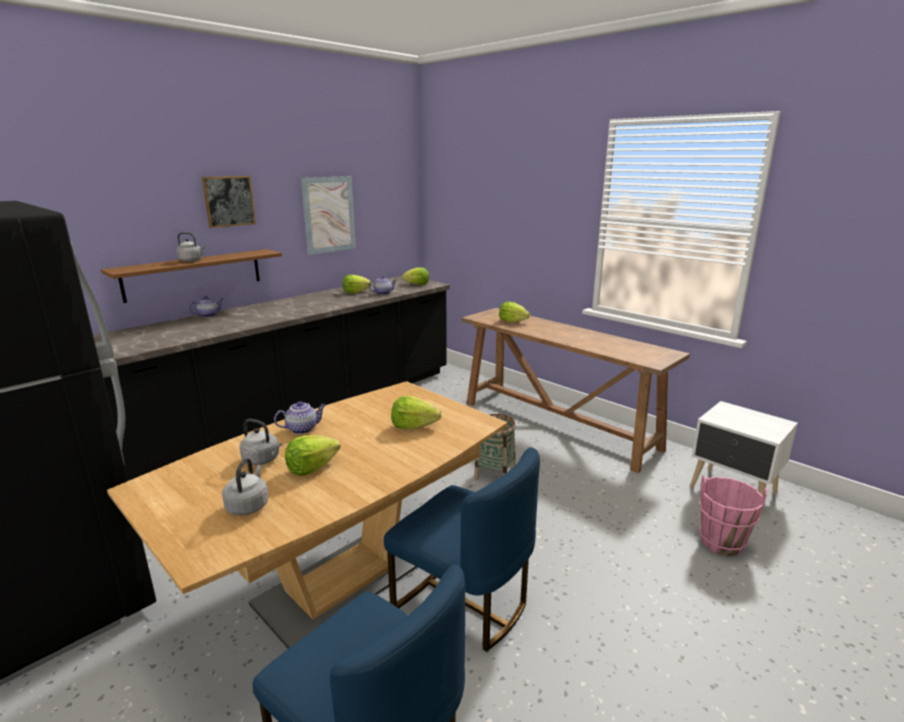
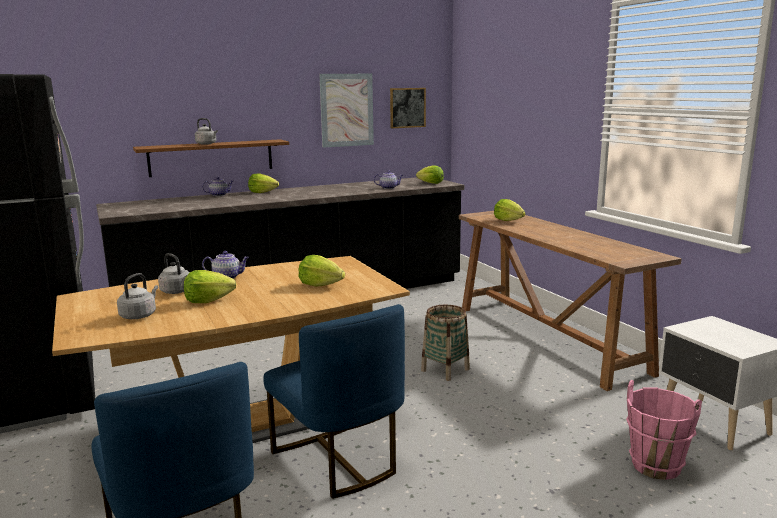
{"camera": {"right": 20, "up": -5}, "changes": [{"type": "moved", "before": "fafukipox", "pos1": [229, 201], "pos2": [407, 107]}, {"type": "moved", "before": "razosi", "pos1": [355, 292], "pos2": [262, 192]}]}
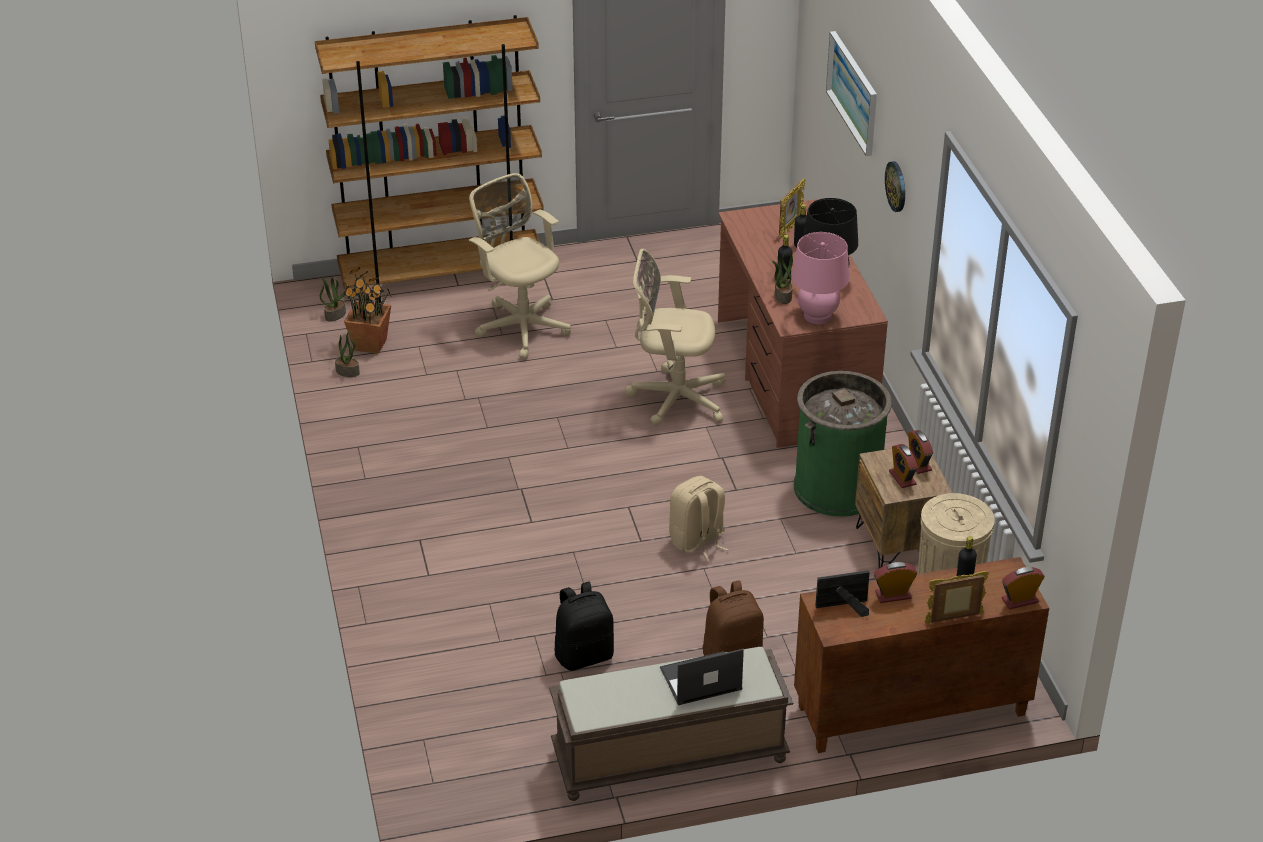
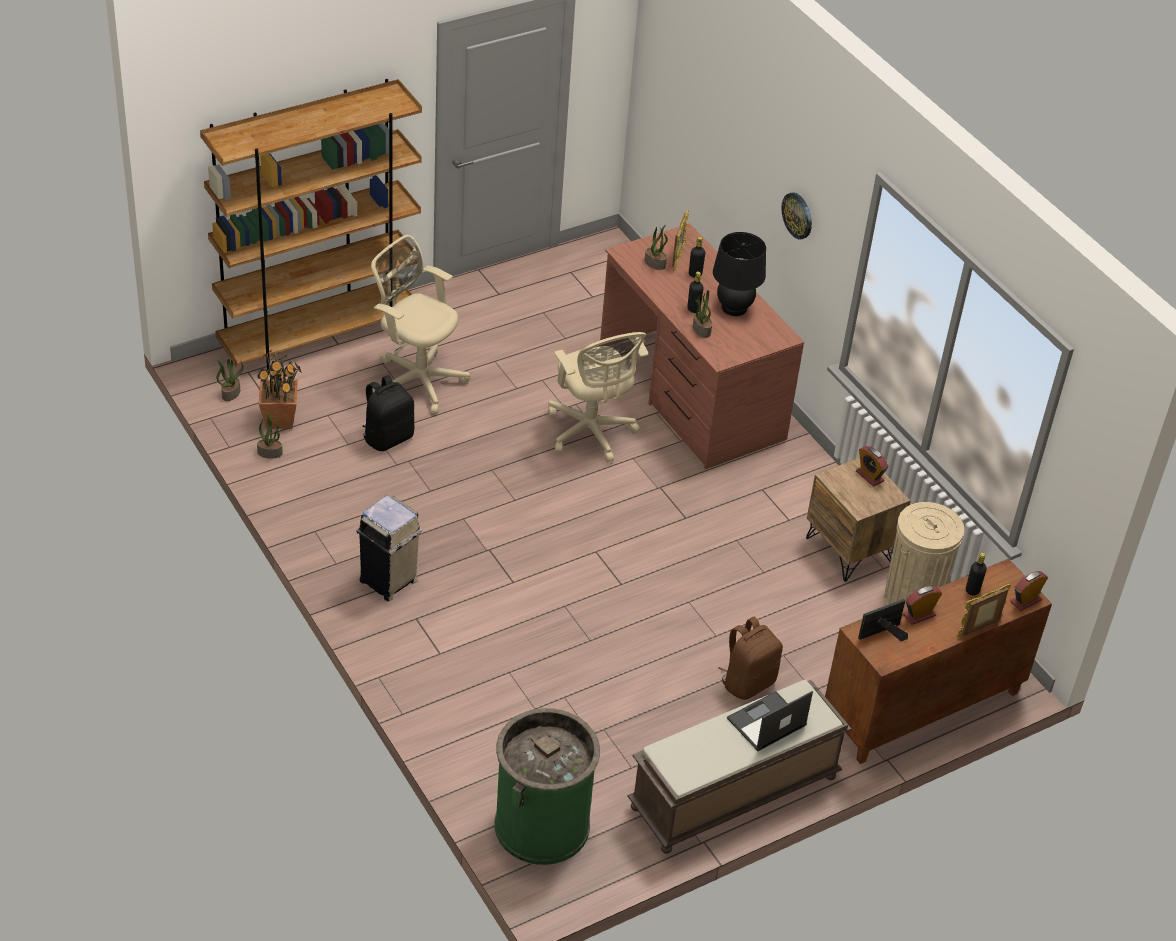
{"camera": {"right": -20, "up": 5}, "changes": [{"type": "removed", "before": "fafukipox", "pos1": [853, 92]}, {"type": "removed", "before": "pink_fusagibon", "pos1": [817, 316]}, {"type": "turned", "before": "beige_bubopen", "pos1": [673, 398], "pos2": [591, 433], "turn": -105}, {"type": "moved", "before": "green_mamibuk", "pos1": [837, 487], "pos2": [541, 825]}, {"type": "removed", "before": "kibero", "pos1": [902, 478]}, {"type": "removed", "before": "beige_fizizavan", "pos1": [698, 541]}, {"type": "moved", "before": "black_fizizavan", "pos1": [584, 655], "pos2": [388, 437]}, {"type": "added", "after": "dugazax", "pos2": [655, 263]}, {"type": "added", "after": "beige_mamibuk", "pos2": [389, 581]}]}
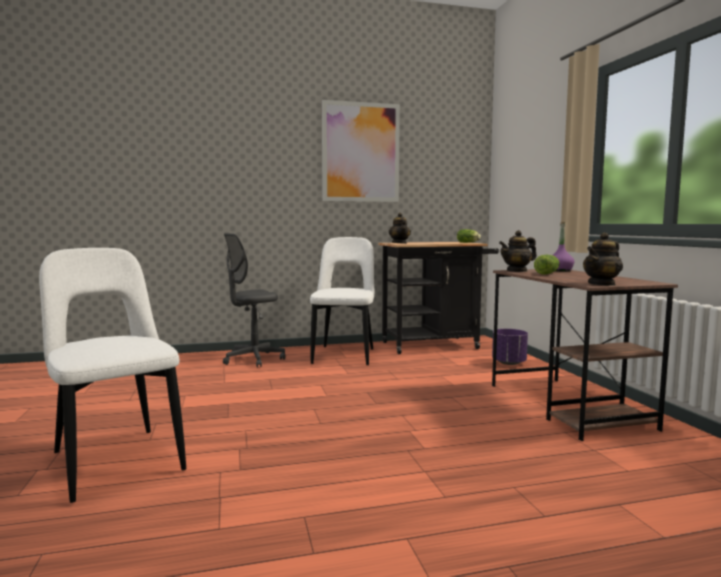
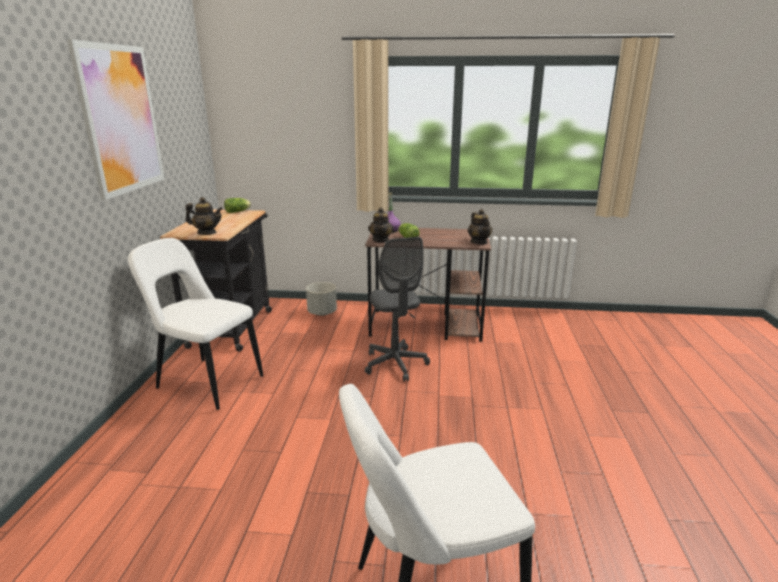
{"camera": {"right": -70, "up": 15}, "changes": [{"type": "moved", "before": "grey_bubopen", "pos1": [253, 359], "pos2": [395, 364]}, {"type": "recoloured", "before": "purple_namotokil", "after": "grey_namotokil", "pos1": [509, 363], "pos2": [322, 313]}]}
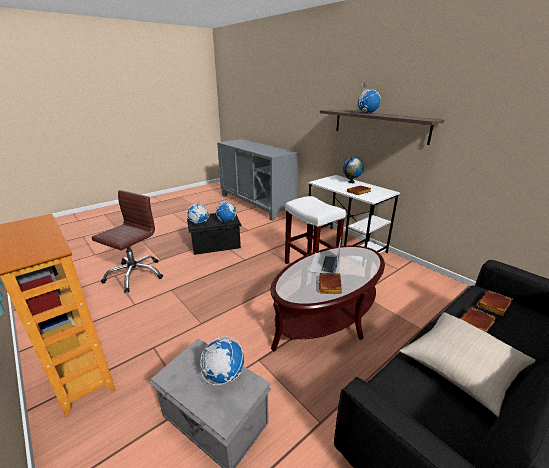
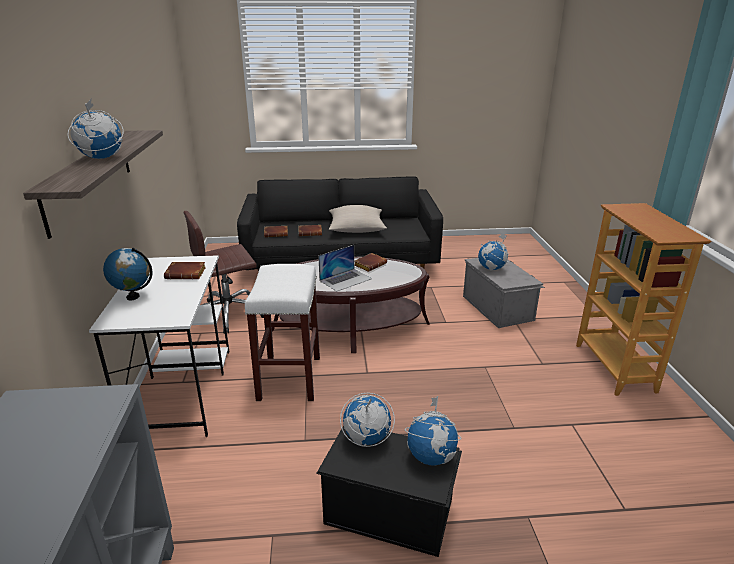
{"camera": {"right": -145, "up": 0}, "changes": [{"type": "moved", "before": "brown_bubopen", "pos1": [134, 275], "pos2": [228, 314]}]}
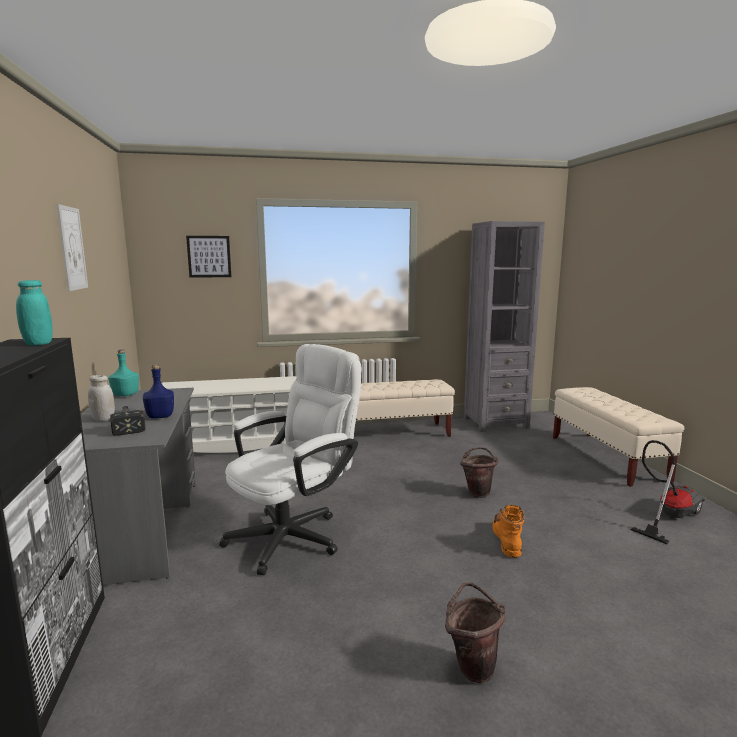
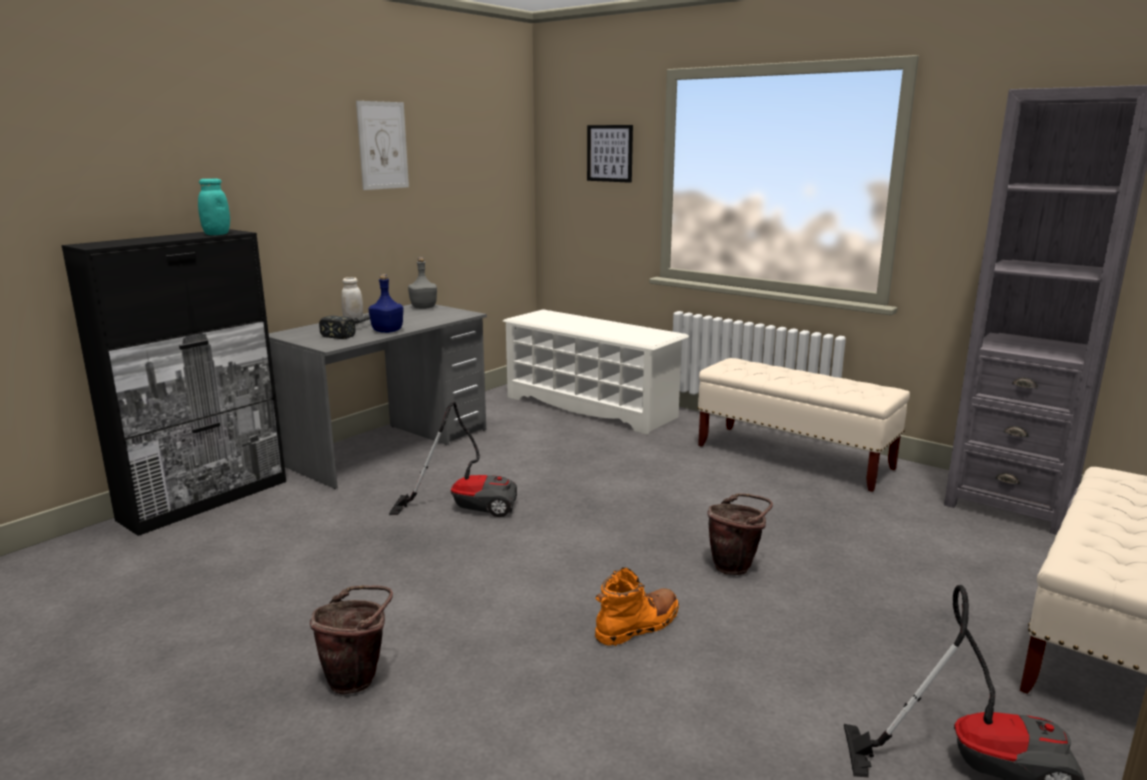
{"camera": {"right": 50, "up": 5}, "changes": [{"type": "replaced", "before": "white_bubopen", "after": "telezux", "pos1": [294, 534], "pos2": [467, 505]}, {"type": "recoloured", "before": "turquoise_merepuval", "after": "grey_merepuval", "pos1": [125, 395], "pos2": [423, 307]}]}
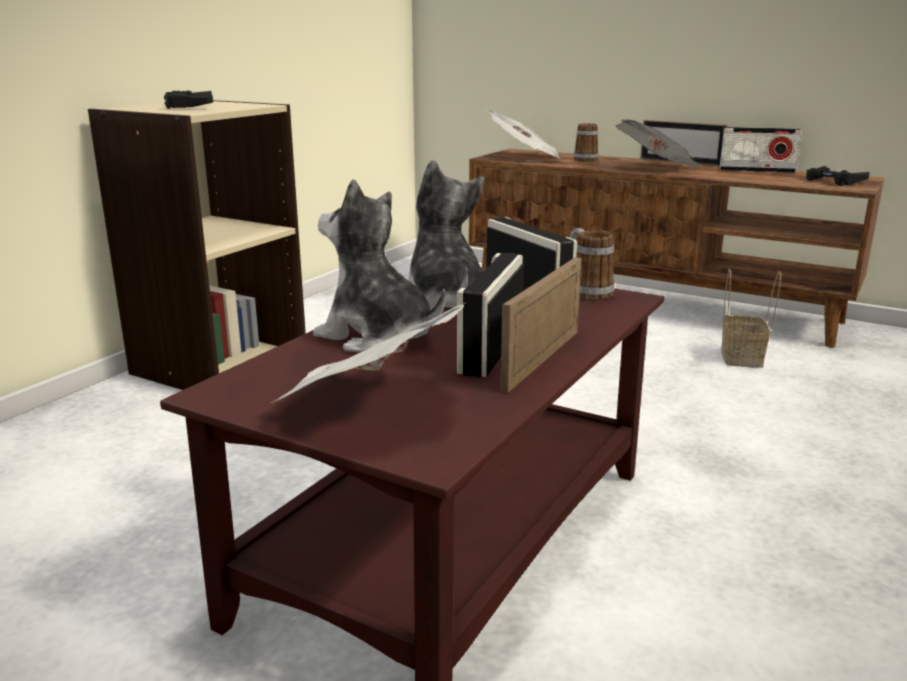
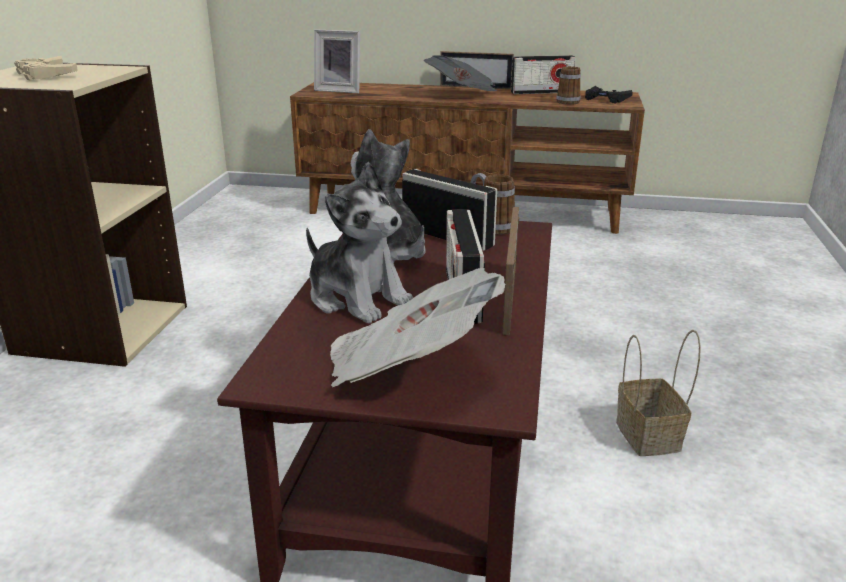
{"camera": {"right": -20, "up": 5}, "changes": [{"type": "recoloured", "before": "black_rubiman", "after": "beige_rubiman", "pos1": [189, 106], "pos2": [46, 74]}, {"type": "replaced", "before": "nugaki", "after": "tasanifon", "pos1": [525, 157], "pos2": [339, 90]}, {"type": "moved", "before": "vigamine", "pos1": [587, 159], "pos2": [567, 101]}, {"type": "turned", "before": "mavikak", "pos1": [377, 337], "pos2": [357, 298], "turn": -150}, {"type": "moved", "before": "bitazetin", "pos1": [742, 358], "pos2": [650, 437]}]}
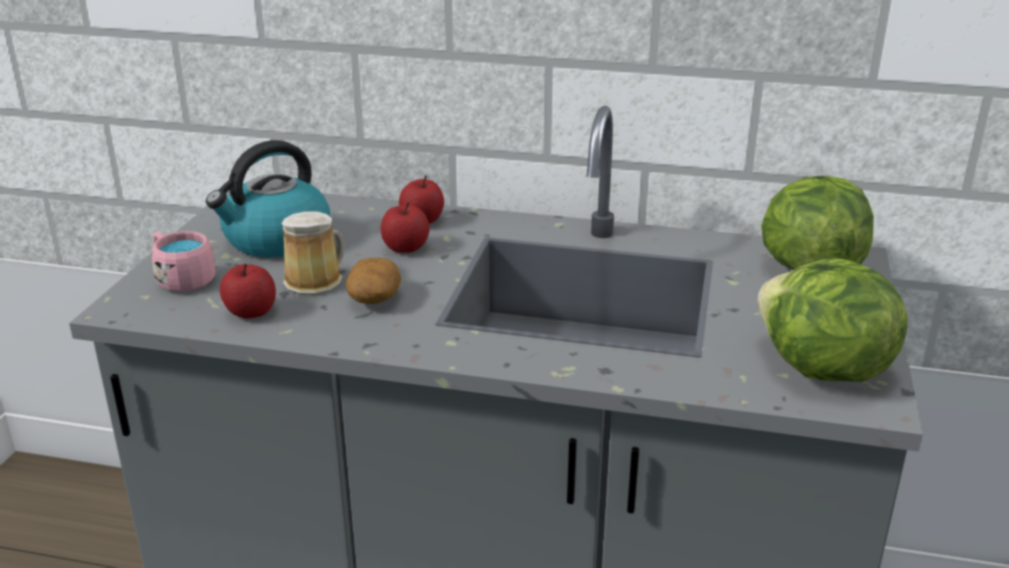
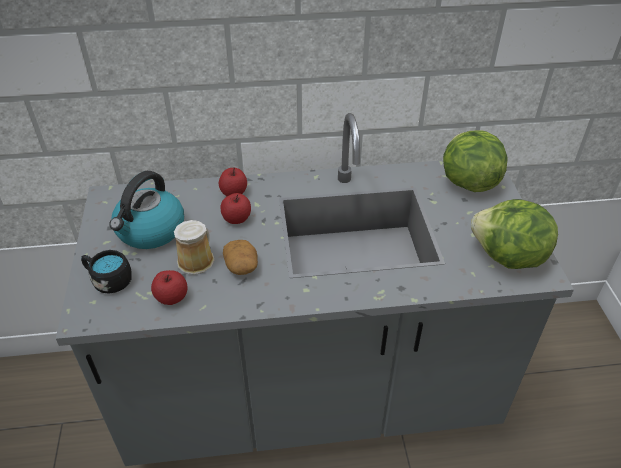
{"camera": {"right": -20, "up": 15}, "changes": [{"type": "recoloured", "before": "pink_vigamine", "after": "black_vigamine", "pos1": [182, 278], "pos2": [108, 280]}]}
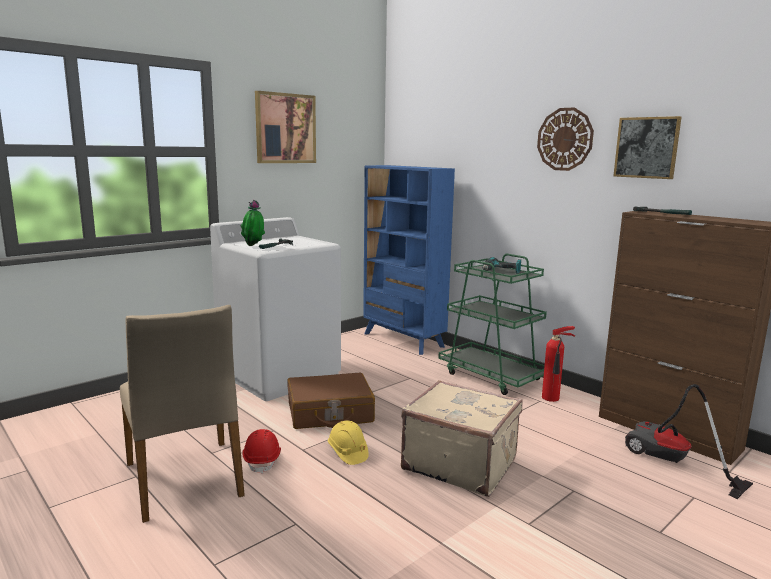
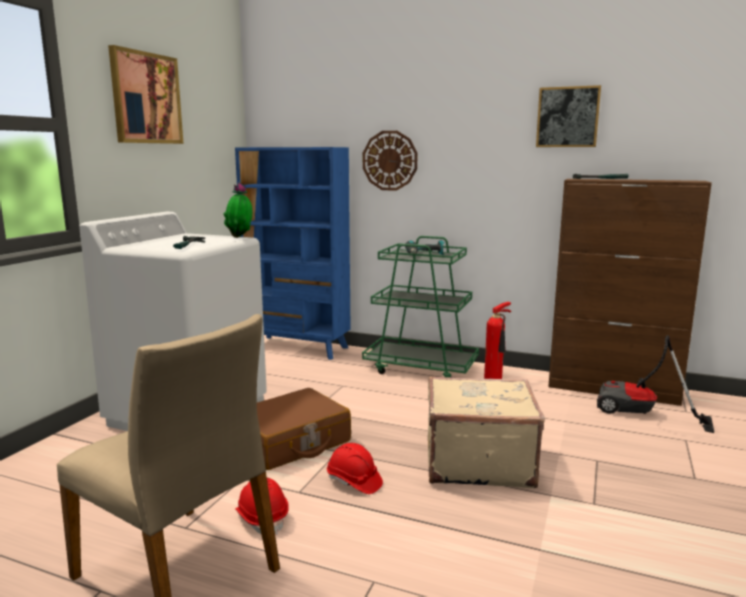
{"camera": {"right": -25, "up": 0}, "changes": [{"type": "moved", "before": "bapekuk", "pos1": [565, 139], "pos2": [390, 160]}, {"type": "moved", "before": "dugazax", "pos1": [253, 246], "pos2": [240, 237]}, {"type": "recoloured", "before": "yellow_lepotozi", "after": "red_lepotozi", "pos1": [347, 453], "pos2": [354, 481]}]}
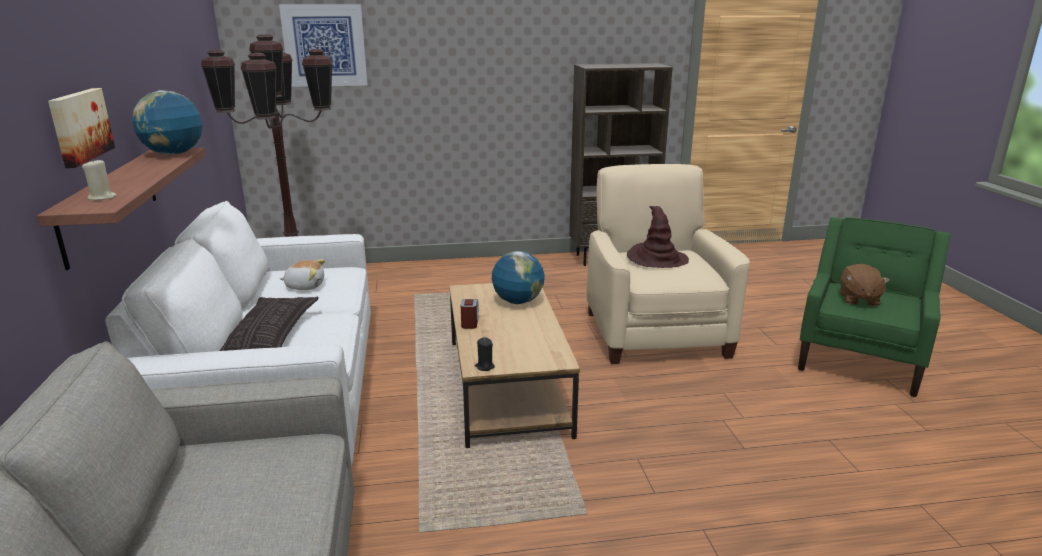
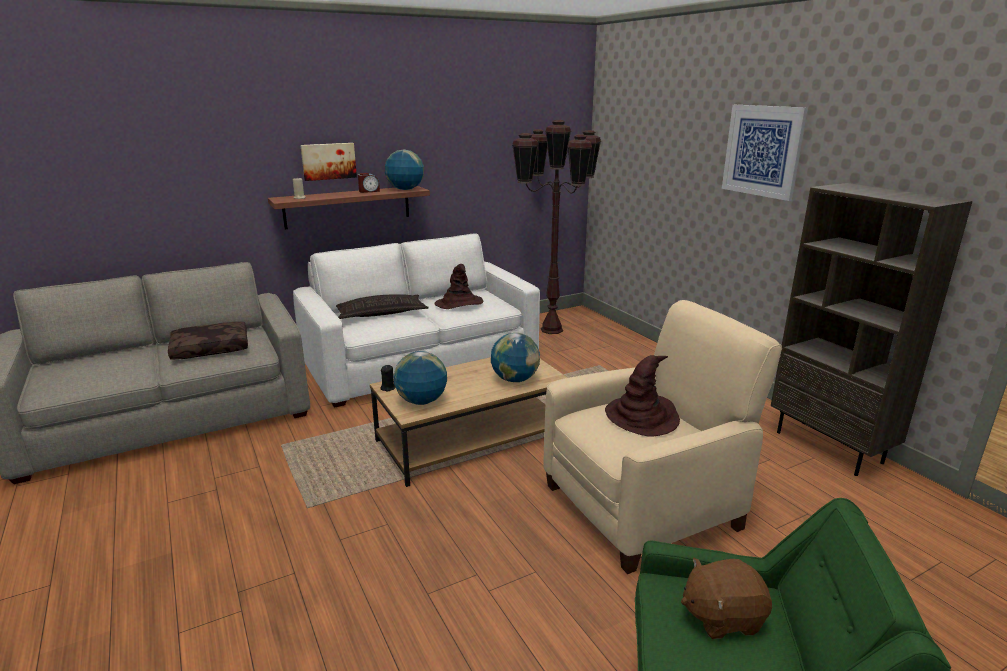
{"camera": {"right": 70, "up": 0}, "changes": [{"type": "moved", "before": "fafukipox", "pos1": [324, 45], "pos2": [762, 151]}, {"type": "replaced", "before": "mavikak", "after": "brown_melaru", "pos1": [305, 286], "pos2": [459, 303]}, {"type": "moved", "before": "kibero", "pos1": [470, 322], "pos2": [369, 191]}, {"type": "added", "after": "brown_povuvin", "pos2": [211, 348]}, {"type": "added", "after": "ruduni", "pos2": [421, 401]}]}
